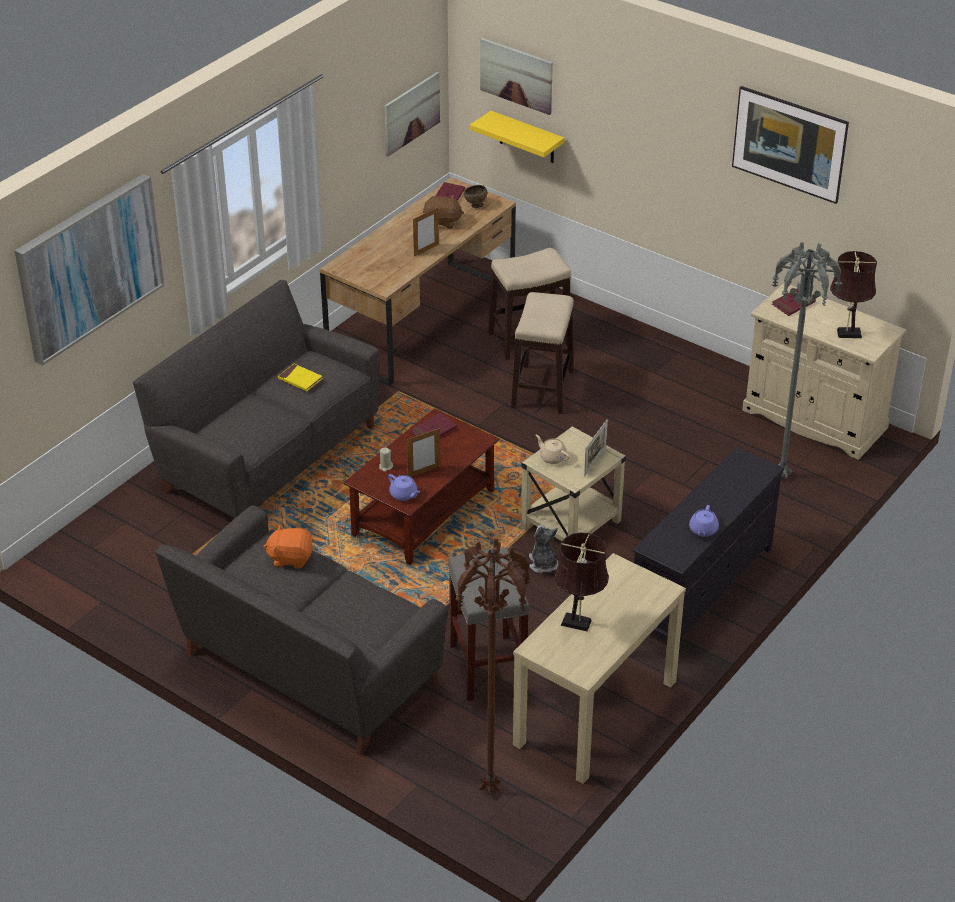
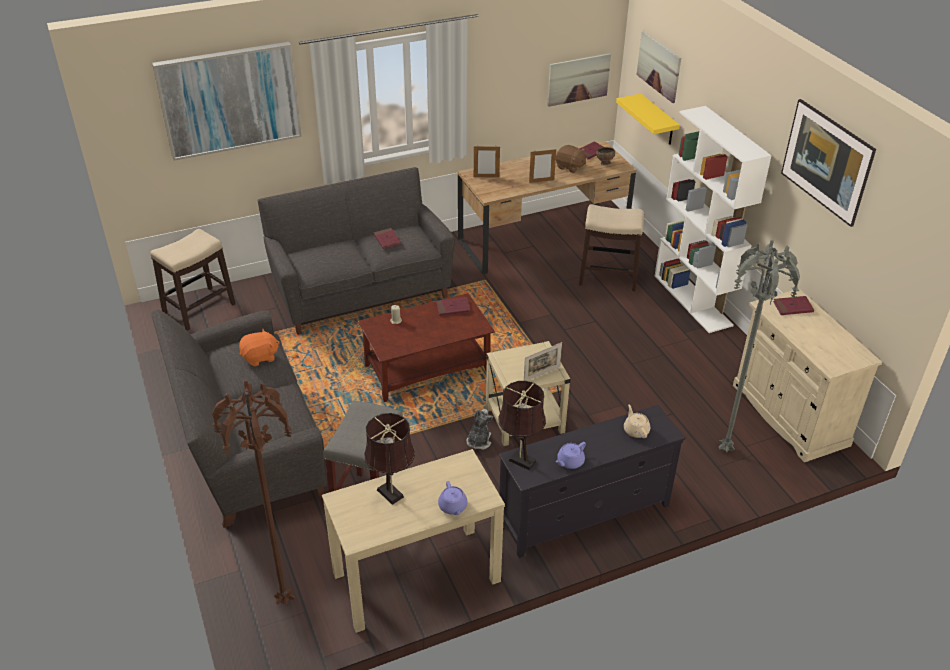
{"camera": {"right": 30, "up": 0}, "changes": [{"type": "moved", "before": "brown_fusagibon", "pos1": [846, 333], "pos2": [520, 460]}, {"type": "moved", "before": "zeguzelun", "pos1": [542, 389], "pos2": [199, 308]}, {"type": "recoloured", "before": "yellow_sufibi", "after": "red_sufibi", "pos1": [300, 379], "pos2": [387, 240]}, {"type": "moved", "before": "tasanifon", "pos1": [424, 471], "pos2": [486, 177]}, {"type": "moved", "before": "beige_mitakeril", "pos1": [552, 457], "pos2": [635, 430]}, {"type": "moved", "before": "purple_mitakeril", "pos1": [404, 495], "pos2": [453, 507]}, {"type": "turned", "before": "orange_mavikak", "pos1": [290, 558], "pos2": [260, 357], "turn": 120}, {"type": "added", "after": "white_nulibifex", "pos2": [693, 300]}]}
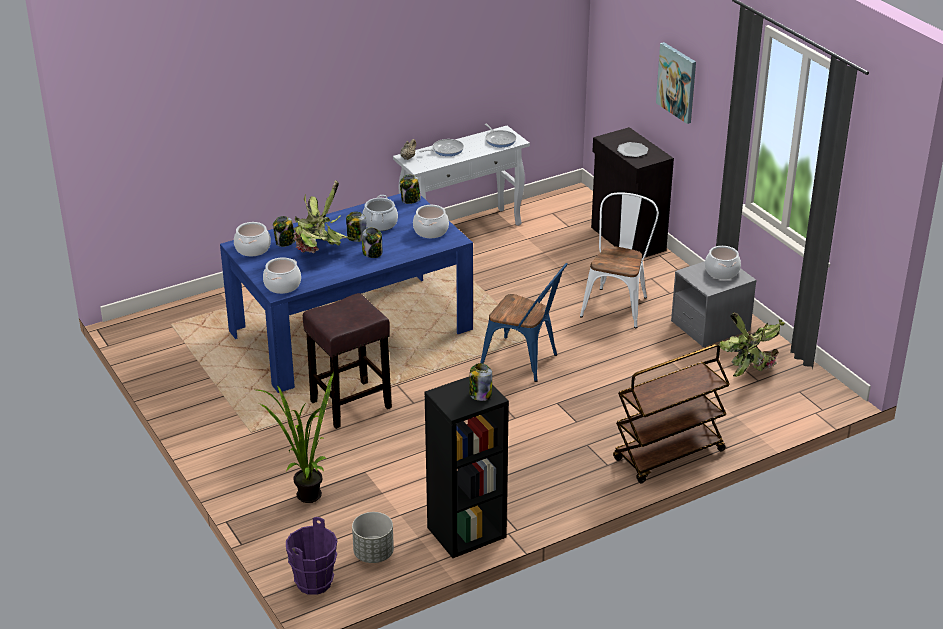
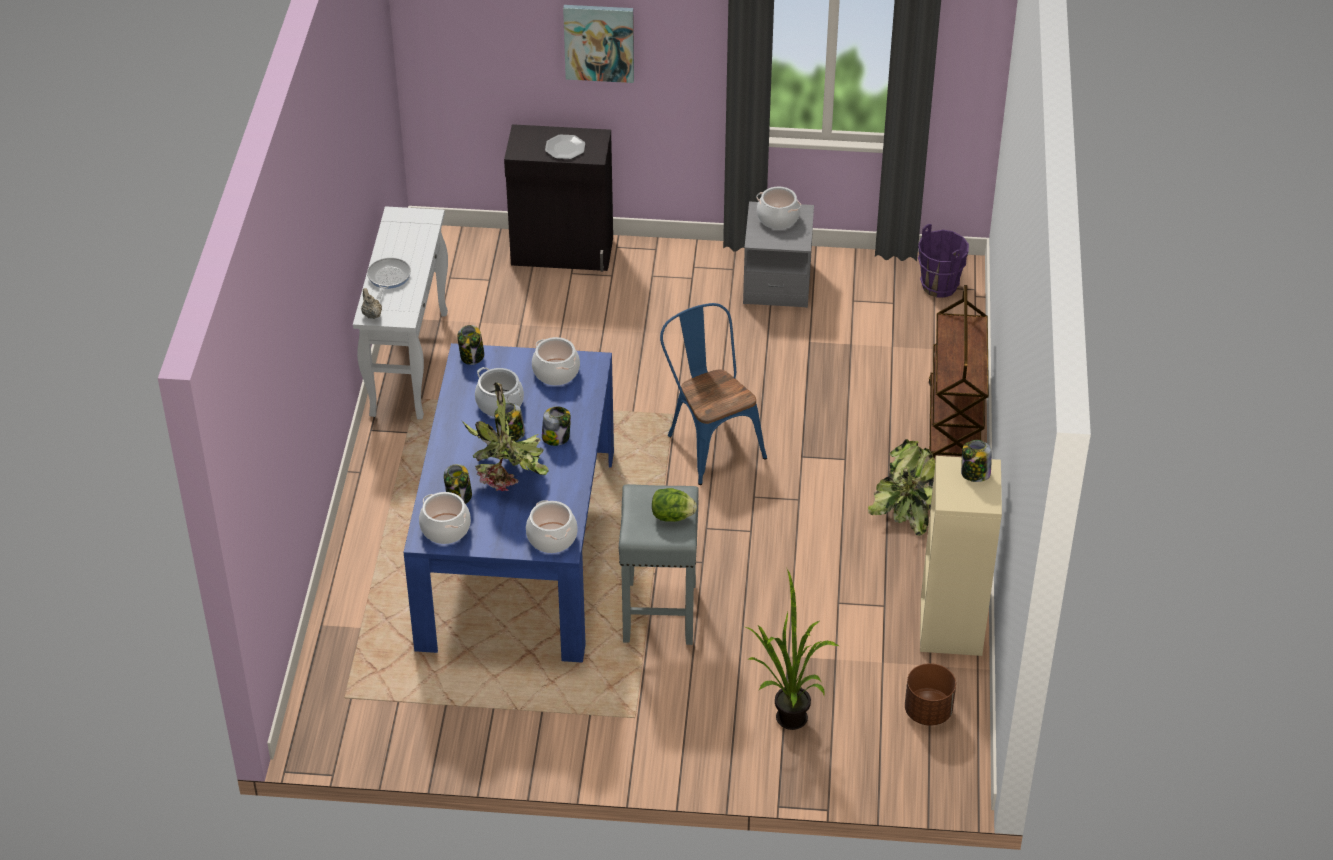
{"camera": {"right": -55, "up": 10}, "changes": [{"type": "removed", "before": "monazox", "pos1": [499, 140]}, {"type": "removed", "before": "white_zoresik", "pos1": [617, 304]}, {"type": "turned", "before": "blue_zoresik", "pos1": [525, 362], "pos2": [710, 443], "turn": -90}, {"type": "recoloured", "before": "brown_zeguzelun", "after": "grey_zeguzelun", "pos1": [349, 405], "pos2": [659, 614]}, {"type": "moved", "before": "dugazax", "pos1": [751, 364], "pos2": [907, 508]}, {"type": "recoloured", "before": "black_nulibifex", "after": "beige_nulibifex", "pos1": [466, 533], "pos2": [952, 627]}, {"type": "recoloured", "before": "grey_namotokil", "after": "brown_namotokil", "pos1": [374, 553], "pos2": [928, 711]}, {"type": "moved", "before": "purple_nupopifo", "pos1": [314, 582], "pos2": [939, 286]}, {"type": "added", "after": "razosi", "pos2": [672, 516]}]}
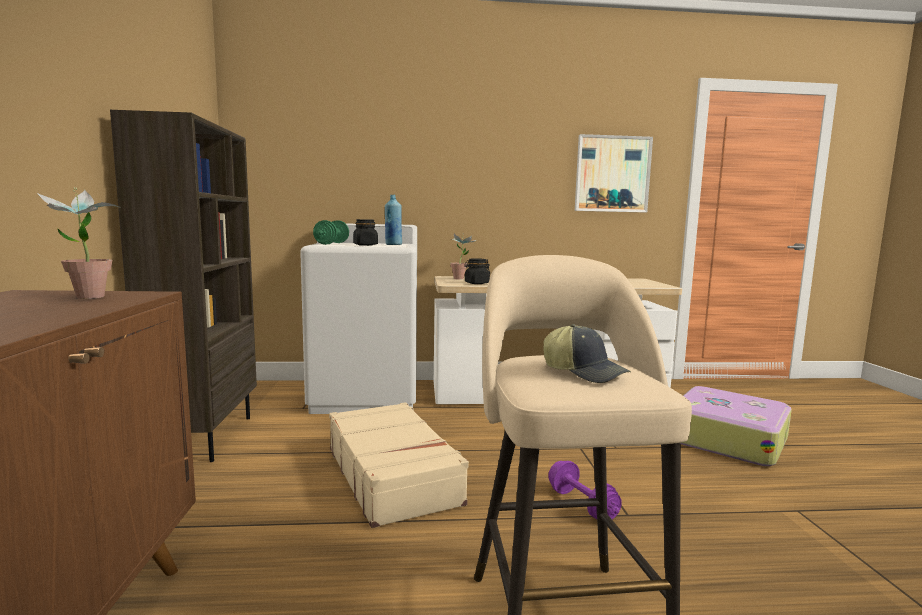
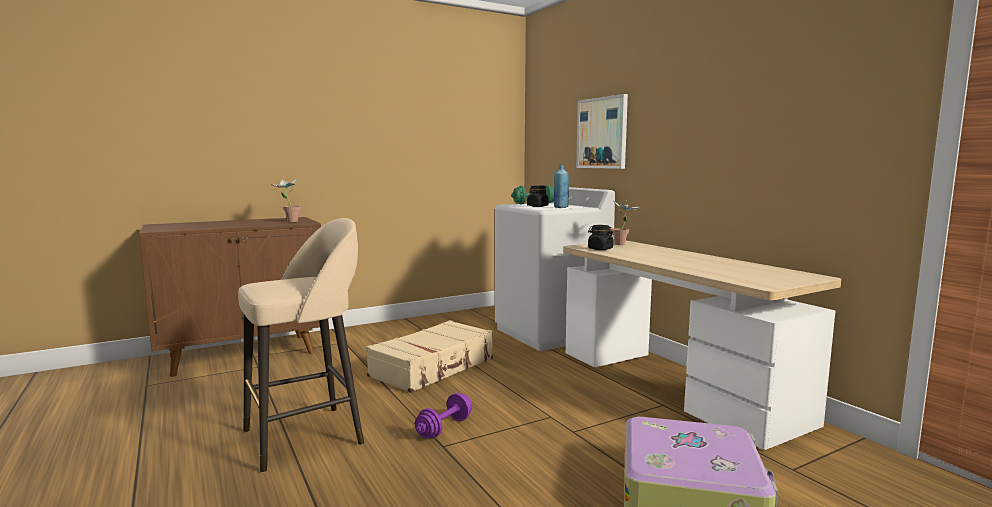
{"camera": {"right": 65, "up": 0}, "changes": [{"type": "removed", "before": "brown_nulibifex", "pos1": [205, 437]}, {"type": "moved", "before": "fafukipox", "pos1": [612, 174], "pos2": [602, 133]}, {"type": "removed", "before": "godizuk", "pos1": [585, 372]}]}
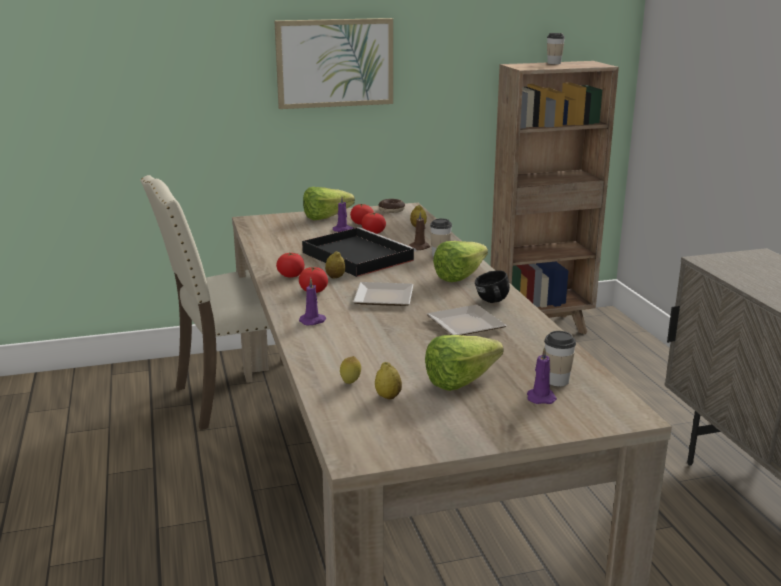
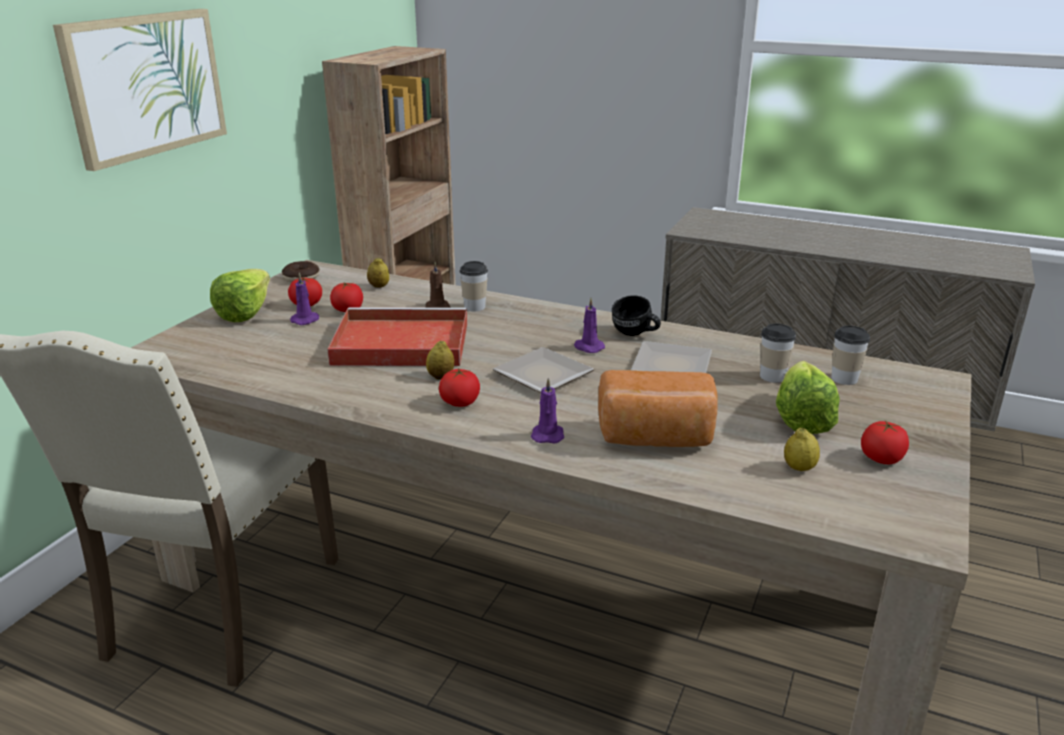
{"camera": {"right": -50, "up": 5}, "changes": [{"type": "moved", "before": "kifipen", "pos1": [554, 63], "pos2": [772, 376]}, {"type": "recoloured", "before": "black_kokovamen", "after": "red_kokovamen", "pos1": [356, 256], "pos2": [398, 343]}, {"type": "removed", "before": "razosi", "pos1": [464, 276]}, {"type": "moved", "before": "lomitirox", "pos1": [291, 275], "pos2": [881, 459]}, {"type": "moved", "before": "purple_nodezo", "pos1": [540, 397], "pos2": [588, 347]}, {"type": "removed", "before": "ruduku", "pos1": [350, 383]}, {"type": "added", "after": "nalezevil", "pos2": [655, 438]}]}
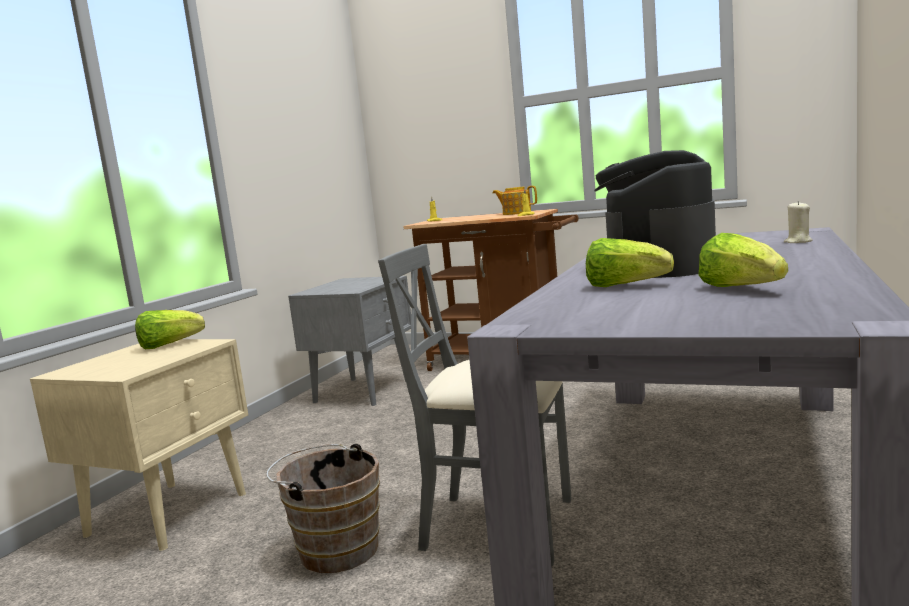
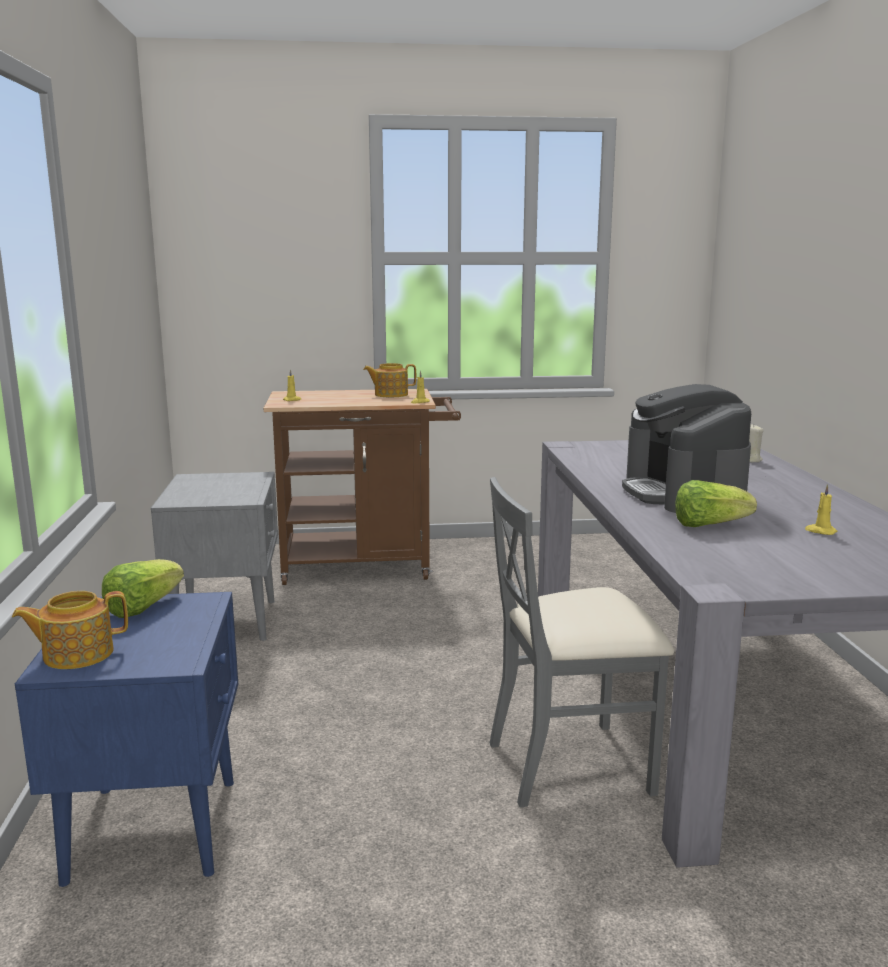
{"camera": {"right": -30, "up": 5}, "changes": [{"type": "replaced", "before": "razosi", "after": "yellow_nodezo", "pos1": [740, 289], "pos2": [820, 531]}, {"type": "recoloured", "before": "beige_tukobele", "after": "blue_tukobele", "pos1": [170, 513], "pos2": [156, 827]}, {"type": "removed", "before": "brown_nupopifo", "pos1": [334, 549]}, {"type": "added", "after": "mitakeril", "pos2": [76, 654]}]}
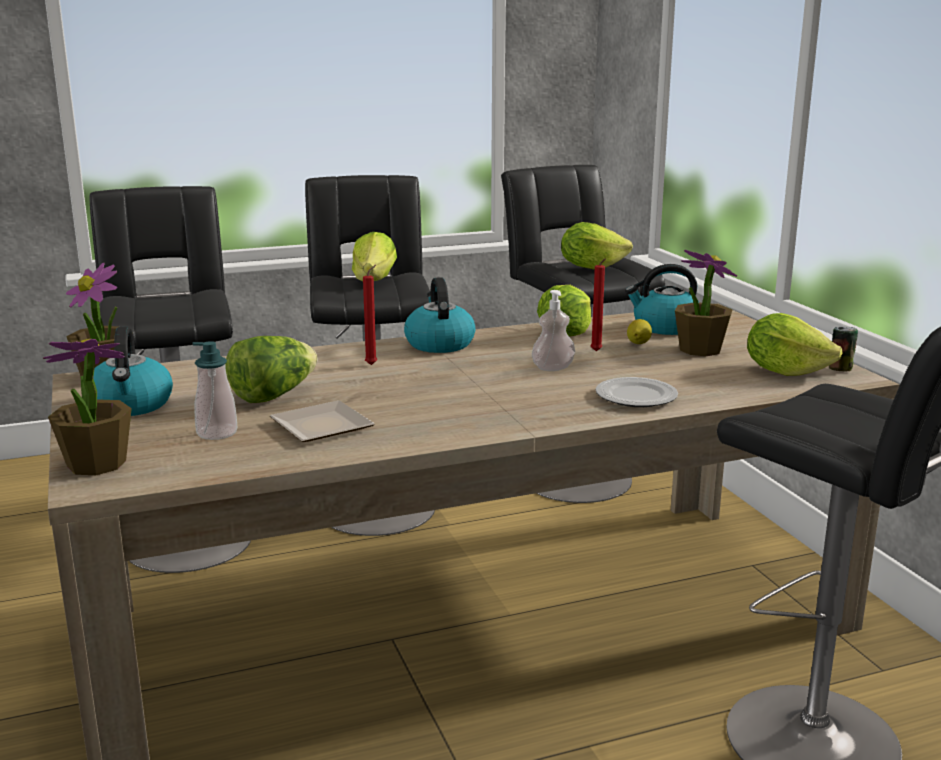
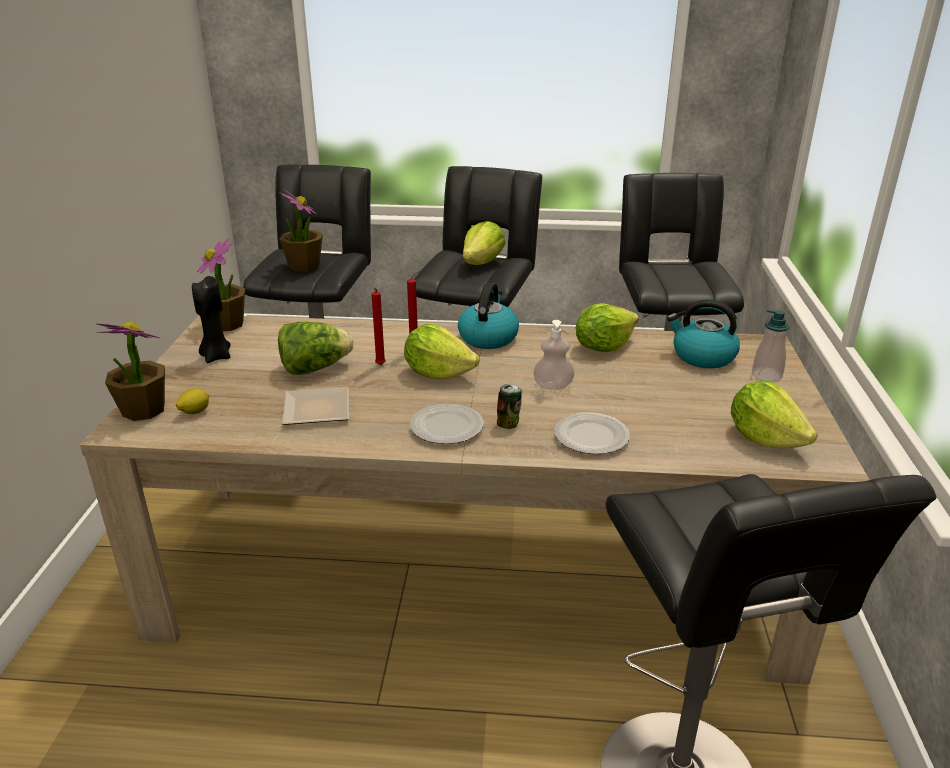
{"camera": {"right": 25, "up": 10}, "changes": [{"type": "moved", "before": "razosi", "pos1": [591, 267], "pos2": [438, 373]}, {"type": "moved", "before": "dugazax", "pos1": [700, 349], "pos2": [304, 265]}, {"type": "moved", "before": "red_nodezo", "pos1": [597, 352], "pos2": [380, 366]}, {"type": "moved", "before": "ruduku", "pos1": [638, 344], "pos2": [195, 412]}, {"type": "replaced", "before": "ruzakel", "after": "black_nodezo", "pos1": [131, 405], "pos2": [216, 356]}, {"type": "moved", "before": "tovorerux", "pos1": [840, 369], "pos2": [508, 424]}, {"type": "moved", "before": "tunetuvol", "pos1": [217, 433], "pos2": [766, 376]}, {"type": "added", "after": "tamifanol", "pos2": [447, 428]}]}
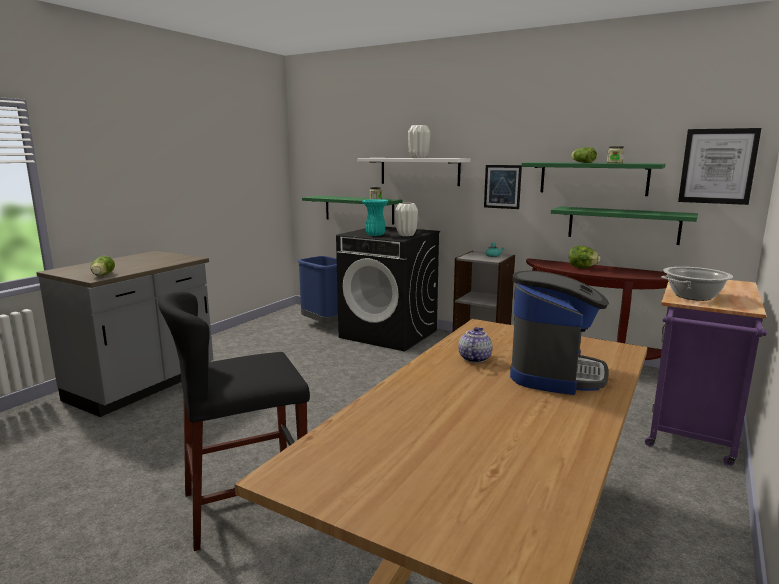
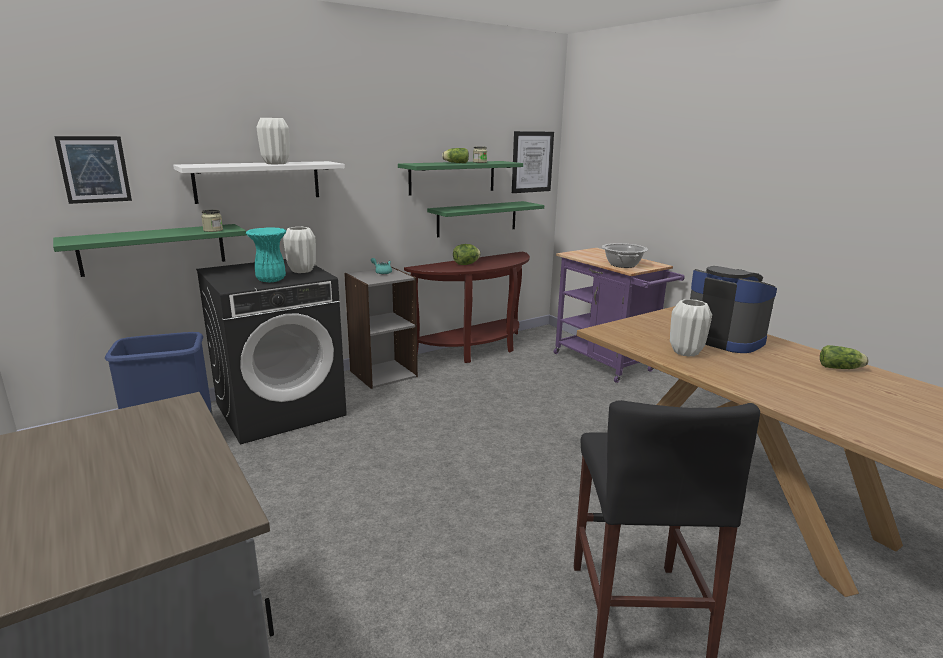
{"camera": {"right": -65, "up": 5}, "changes": [{"type": "moved", "before": "fafukipox", "pos1": [502, 186], "pos2": [94, 169]}, {"type": "moved", "before": "razosi", "pos1": [102, 275], "pos2": [841, 368]}, {"type": "replaced", "before": "mitakeril", "after": "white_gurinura", "pos1": [473, 358], "pos2": [686, 352]}]}
